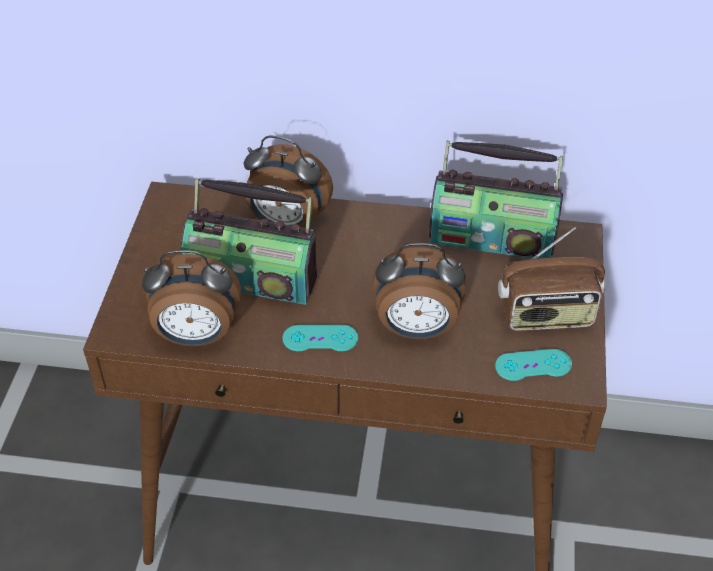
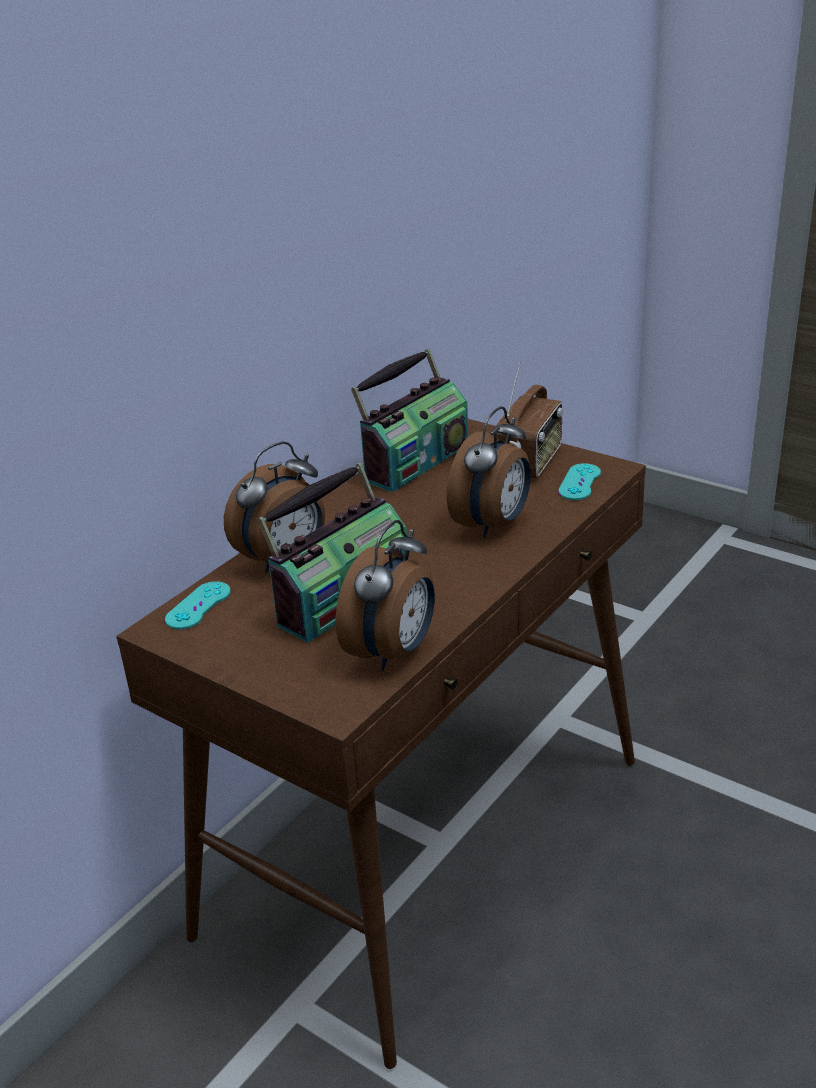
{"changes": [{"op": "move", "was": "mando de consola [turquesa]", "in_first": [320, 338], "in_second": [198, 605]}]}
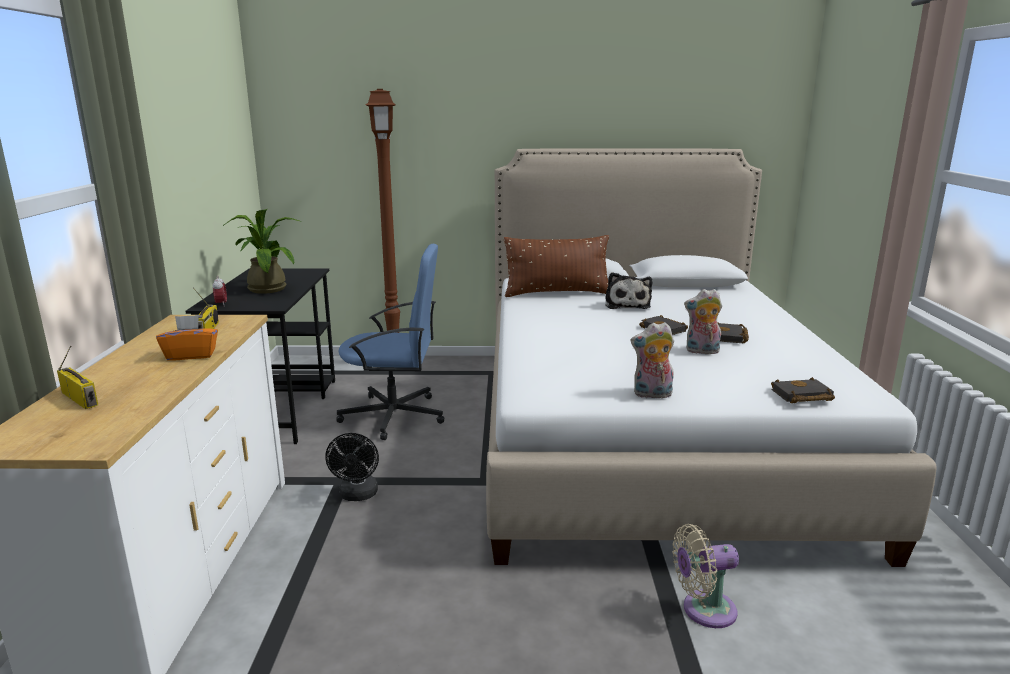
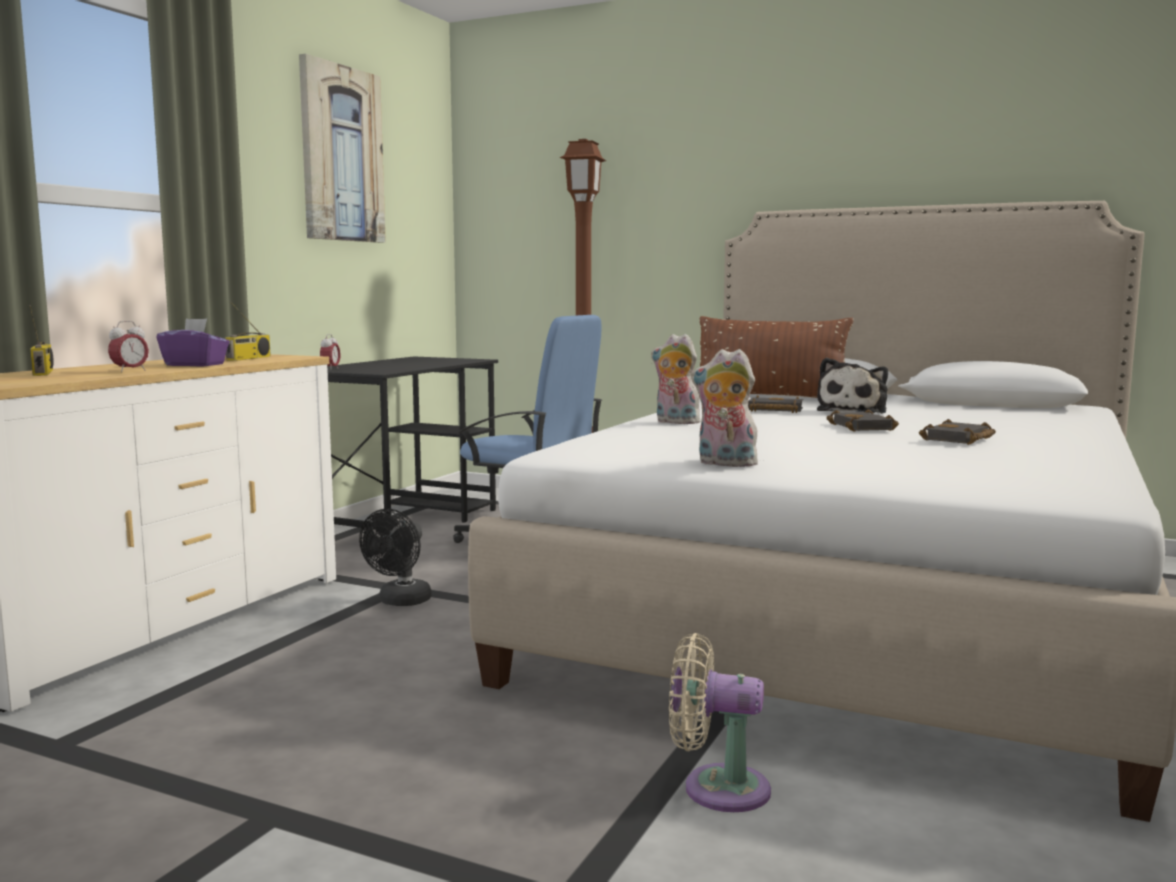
{"changes": [{"op": "insert", "now": "despertador", "in_second": [128, 347]}, {"op": "recolor", "was": "caja de pañuelos [naranja]", "now": "caja de pañuelos [morado]", "in_first": [187, 338], "in_second": [192, 343]}, {"op": "insert", "now": "cuadro", "in_second": [342, 148]}, {"op": "move", "was": "peluche", "in_first": [703, 321], "in_second": [675, 379]}, {"op": "move", "was": "libro [negro]", "in_first": [803, 390], "in_second": [775, 404]}, {"op": "delete", "was": "planta en maceta", "in_first": [262, 251]}]}
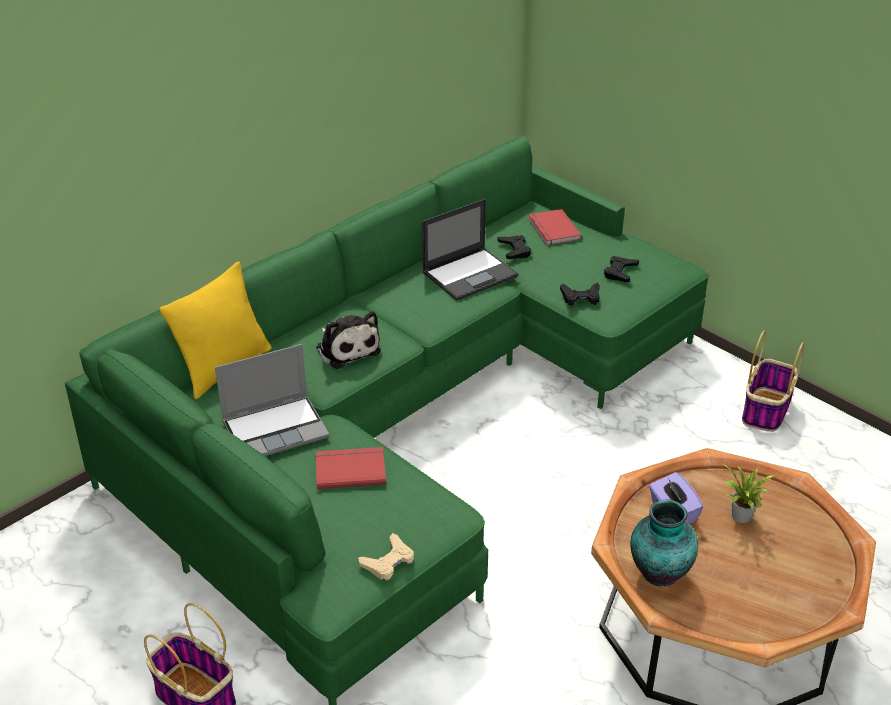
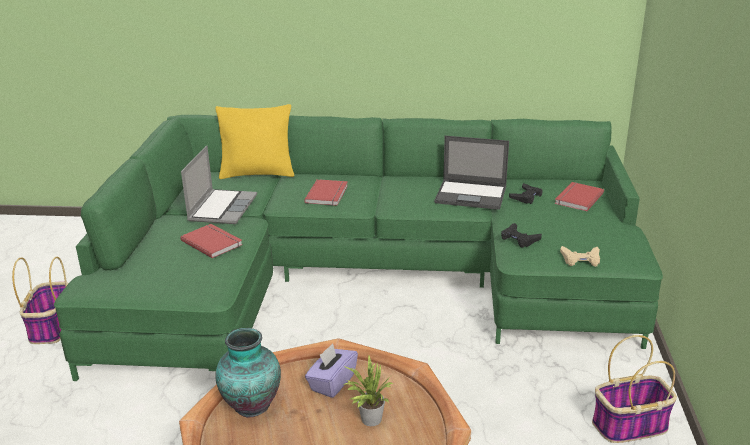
{"changes": [{"op": "rotate", "was": "portátil", "in_first": [272, 400], "in_second": [219, 184], "clockwise": -105}, {"op": "replace", "was": "peluche", "now": "libro [rojo]", "in_first": [348, 340], "in_second": [326, 192]}, {"op": "move", "was": "mando de consola [beis]", "in_first": [386, 556], "in_second": [580, 256]}, {"op": "delete", "was": "mando de consola [negro]", "in_first": [621, 269]}]}
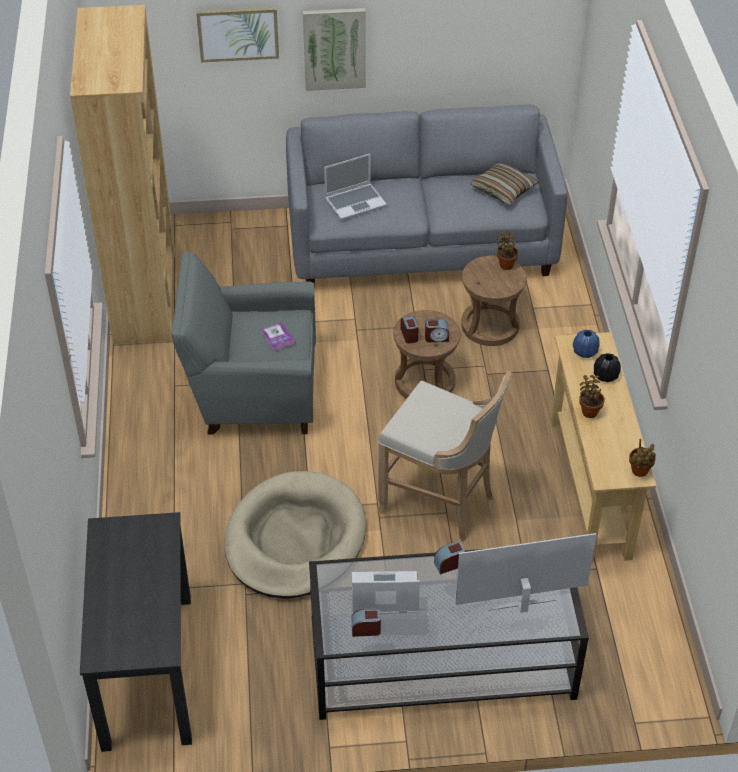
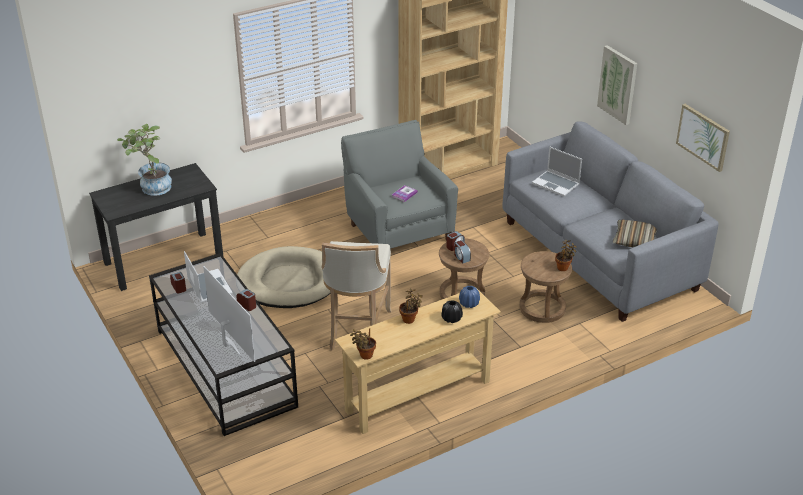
{"changes": [{"op": "insert", "now": "planta en maceta", "in_second": [144, 160]}, {"op": "move", "was": "cuadro", "in_first": [237, 34], "in_second": [703, 138]}]}
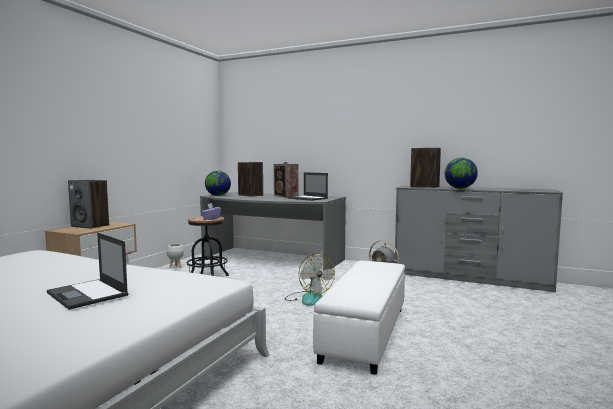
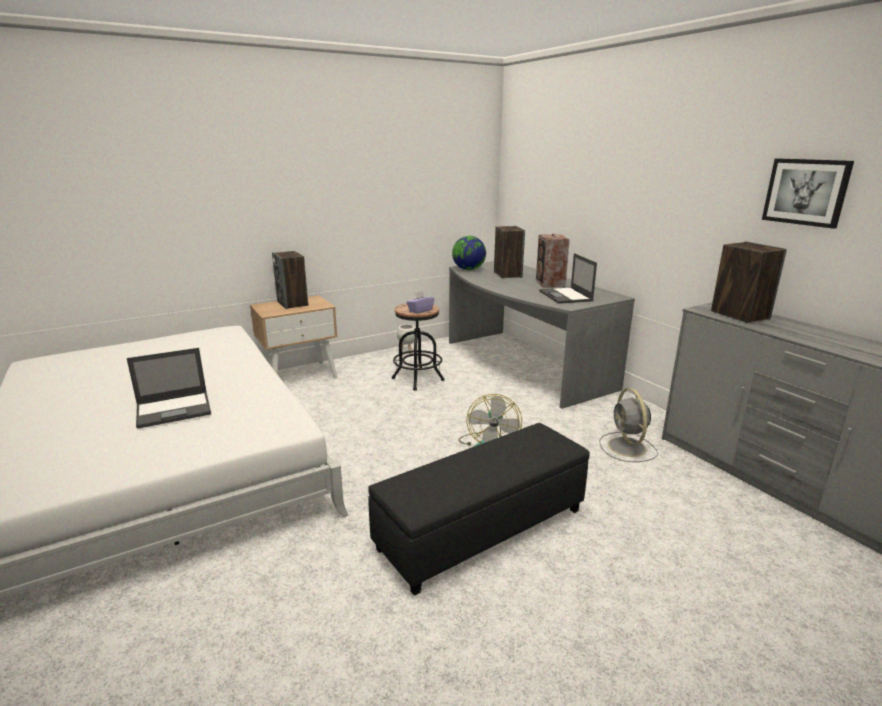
{"changes": [{"op": "rotate", "was": "portátil", "in_first": [87, 271], "in_second": [169, 388], "clockwise": -105}, {"op": "recolor", "was": "puf [blanco]", "now": "puf [negro]", "in_first": [359, 317], "in_second": [479, 509]}, {"op": "insert", "now": "cuadro", "in_second": [808, 193]}, {"op": "delete", "was": "globo terráqueo", "in_first": [461, 173]}]}
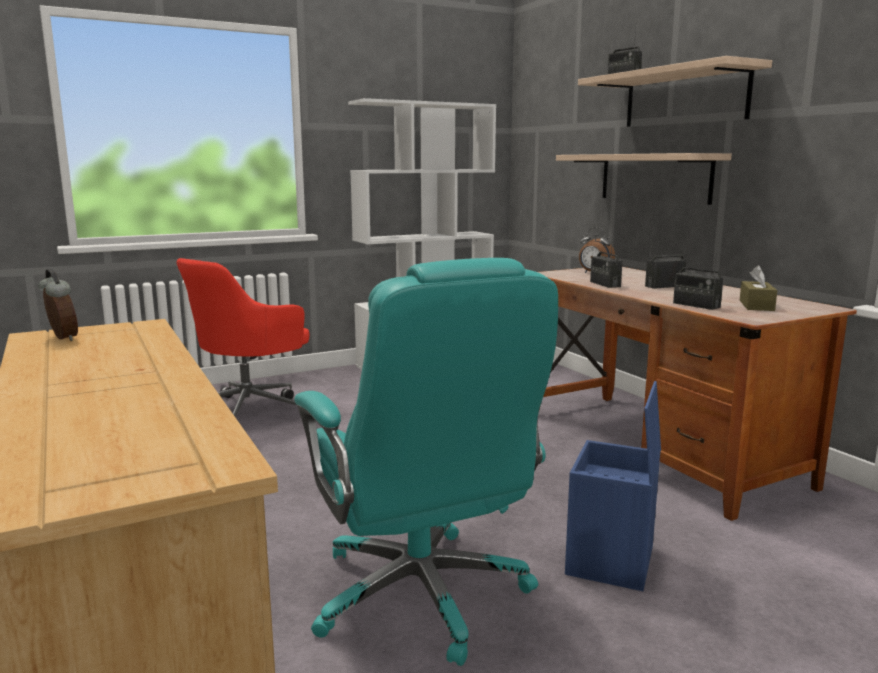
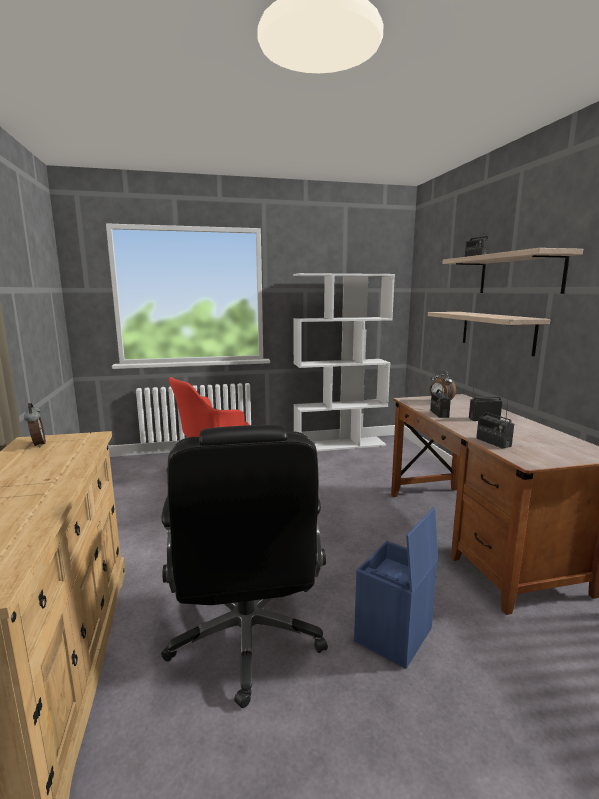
{"changes": [{"op": "recolor", "was": "silla de oficina [turquesa]", "now": "silla de oficina [negro]", "in_first": [426, 462], "in_second": [244, 566]}, {"op": "delete", "was": "caja de pañuelos [marrón]", "in_first": [758, 288]}]}
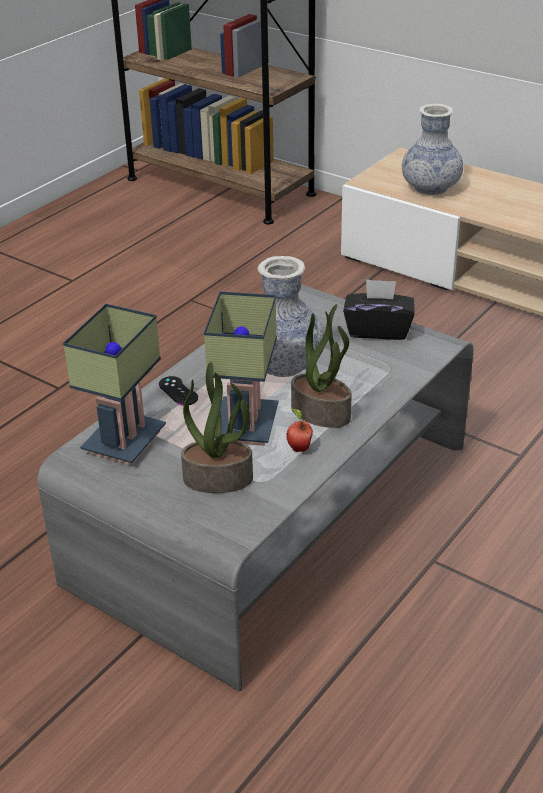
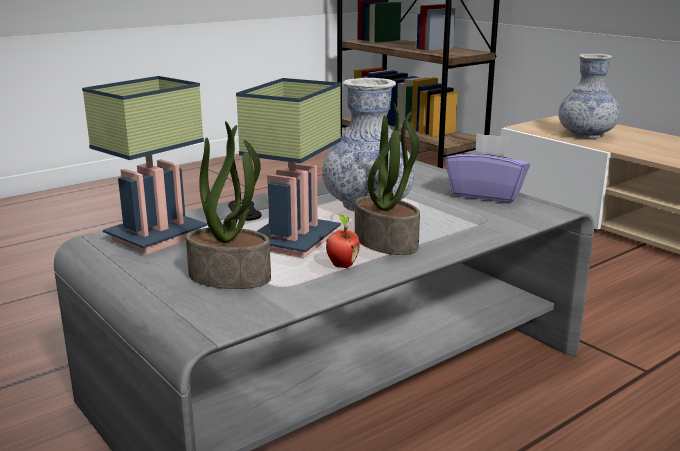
{"changes": [{"op": "recolor", "was": "caja de pañuelos [negro]", "now": "caja de pañuelos [morado]", "in_first": [379, 309], "in_second": [488, 167]}]}
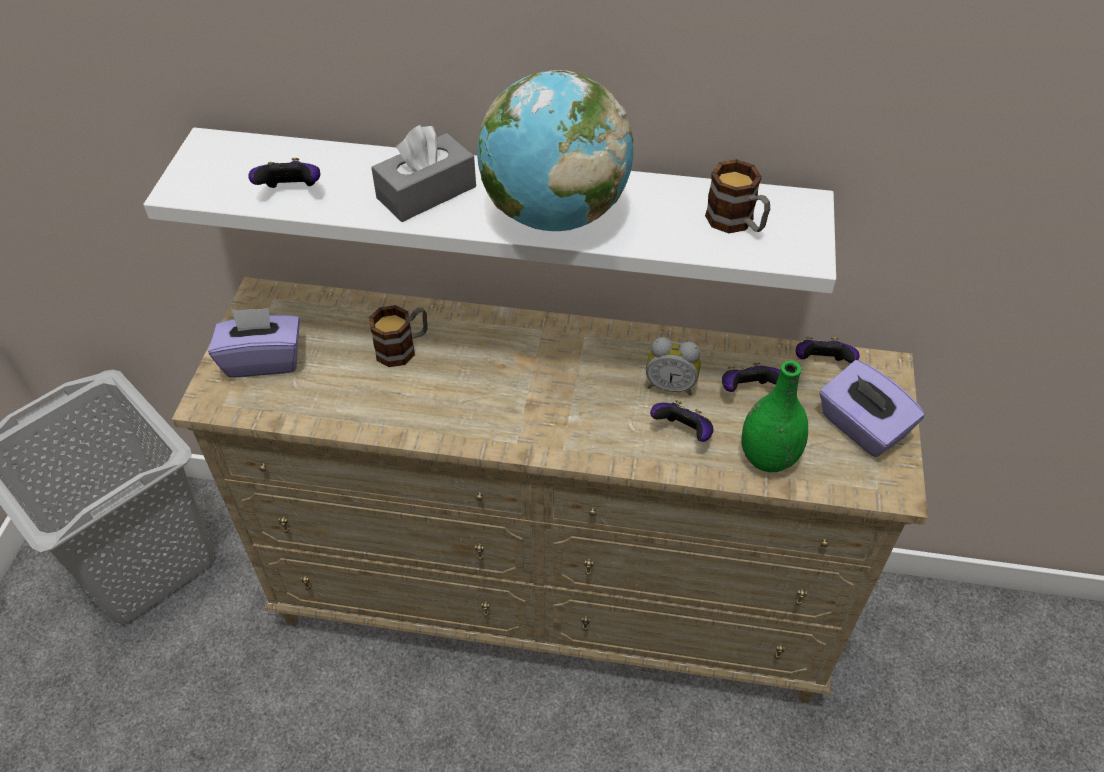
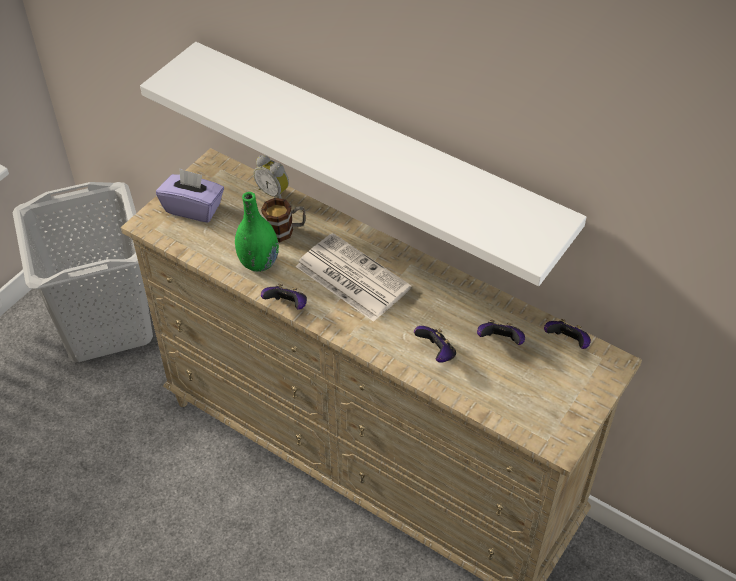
{"changes": [{"op": "move", "was": "florero [verde]", "in_first": [775, 416], "in_second": [257, 232]}, {"op": "move", "was": "despertador", "in_first": [673, 366], "in_second": [271, 177]}, {"op": "move", "was": "mando de consola", "in_first": [284, 173], "in_second": [284, 297]}, {"op": "insert", "now": "periódico", "in_second": [353, 277]}, {"op": "delete", "was": "caja de pañuelos [gris]", "in_first": [423, 173]}, {"op": "delete", "was": "globo terráqueo", "in_first": [555, 150]}, {"op": "delete", "was": "taza grande", "in_first": [737, 196]}, {"op": "delete", "was": "caja de pañuelos [morado]", "in_first": [872, 408]}]}
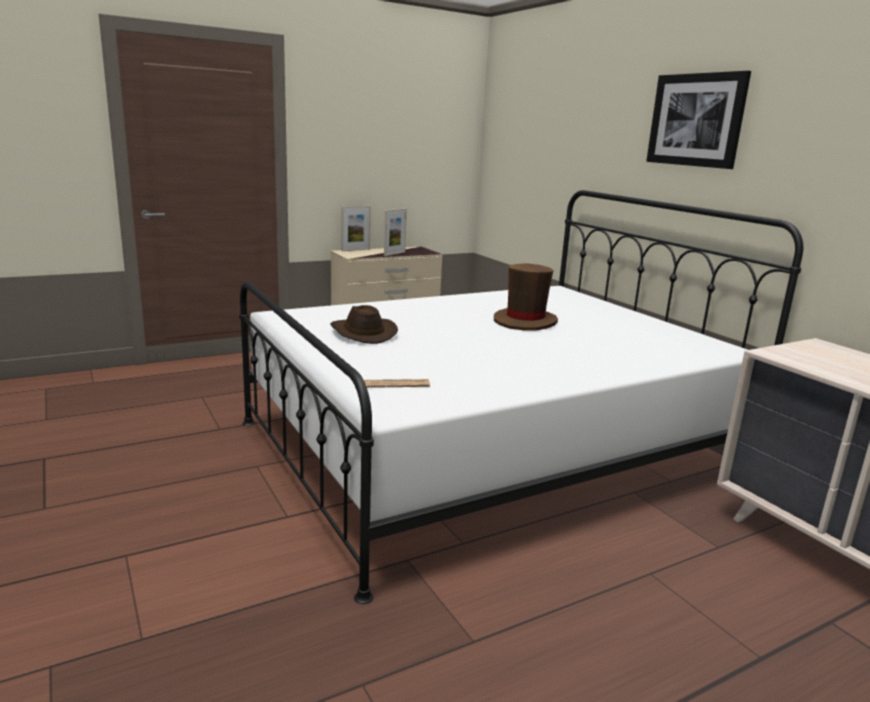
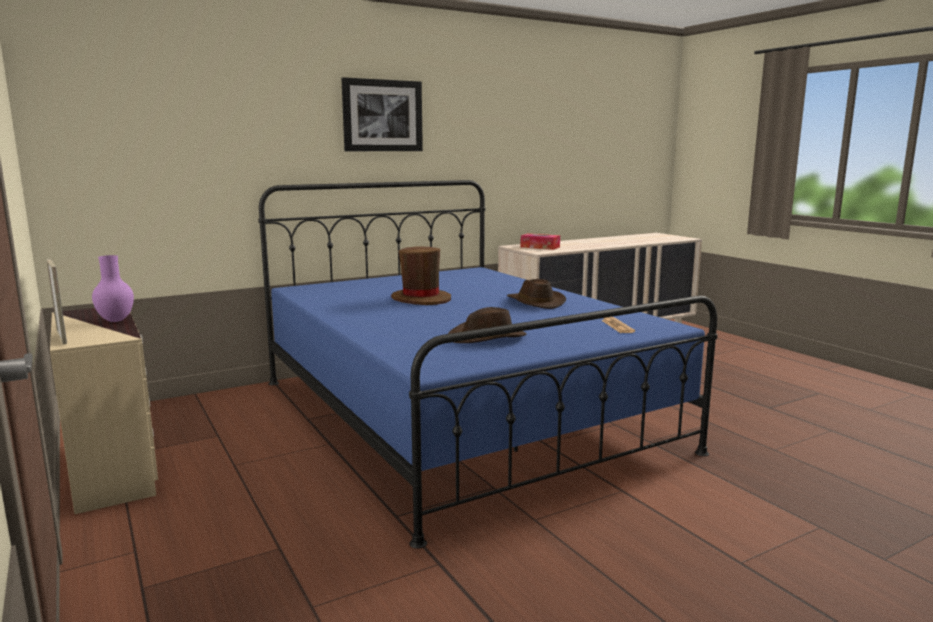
{"changes": [{"op": "replace", "was": "portarretratos", "now": "florero [morado]", "in_first": [395, 232], "in_second": [113, 288]}, {"op": "recolor", "was": "cama [blanco]", "now": "cama [azul]", "in_first": [521, 397], "in_second": [488, 364]}, {"op": "insert", "now": "sombrero [marrón]", "in_second": [536, 294]}, {"op": "insert", "now": "caja de pañuelos", "in_second": [540, 241]}]}
